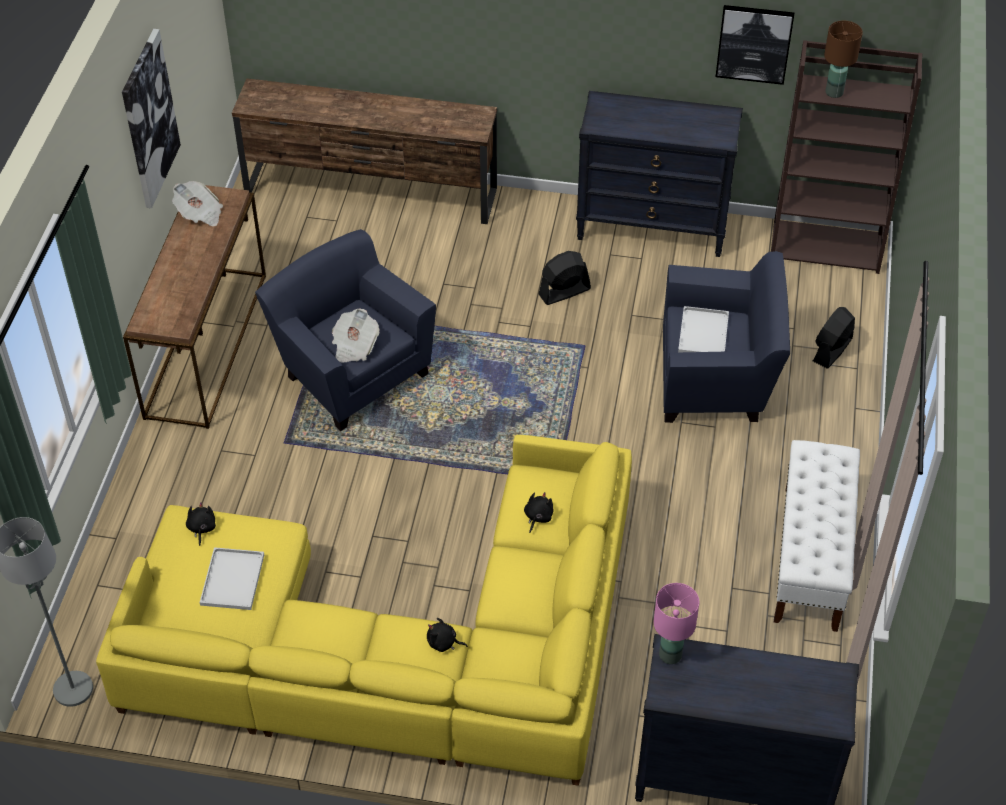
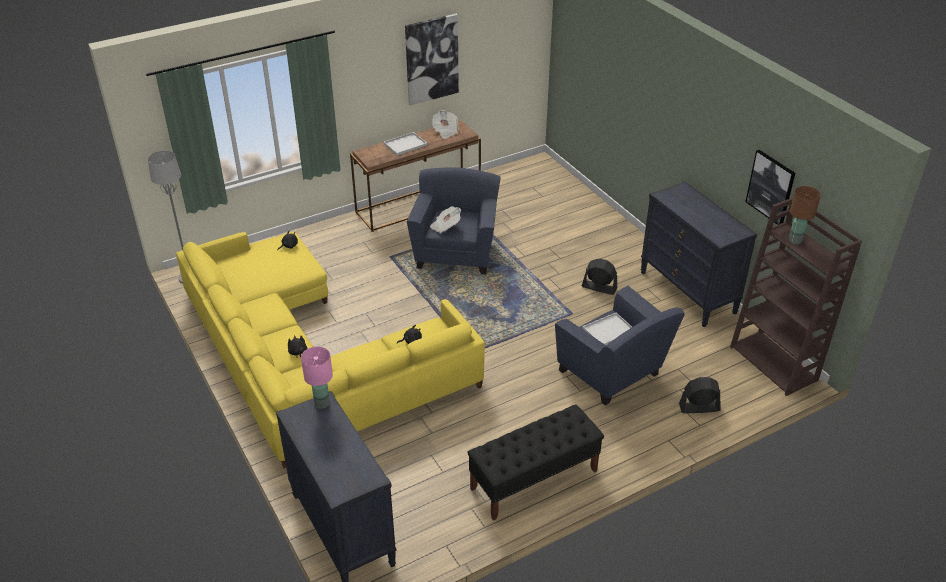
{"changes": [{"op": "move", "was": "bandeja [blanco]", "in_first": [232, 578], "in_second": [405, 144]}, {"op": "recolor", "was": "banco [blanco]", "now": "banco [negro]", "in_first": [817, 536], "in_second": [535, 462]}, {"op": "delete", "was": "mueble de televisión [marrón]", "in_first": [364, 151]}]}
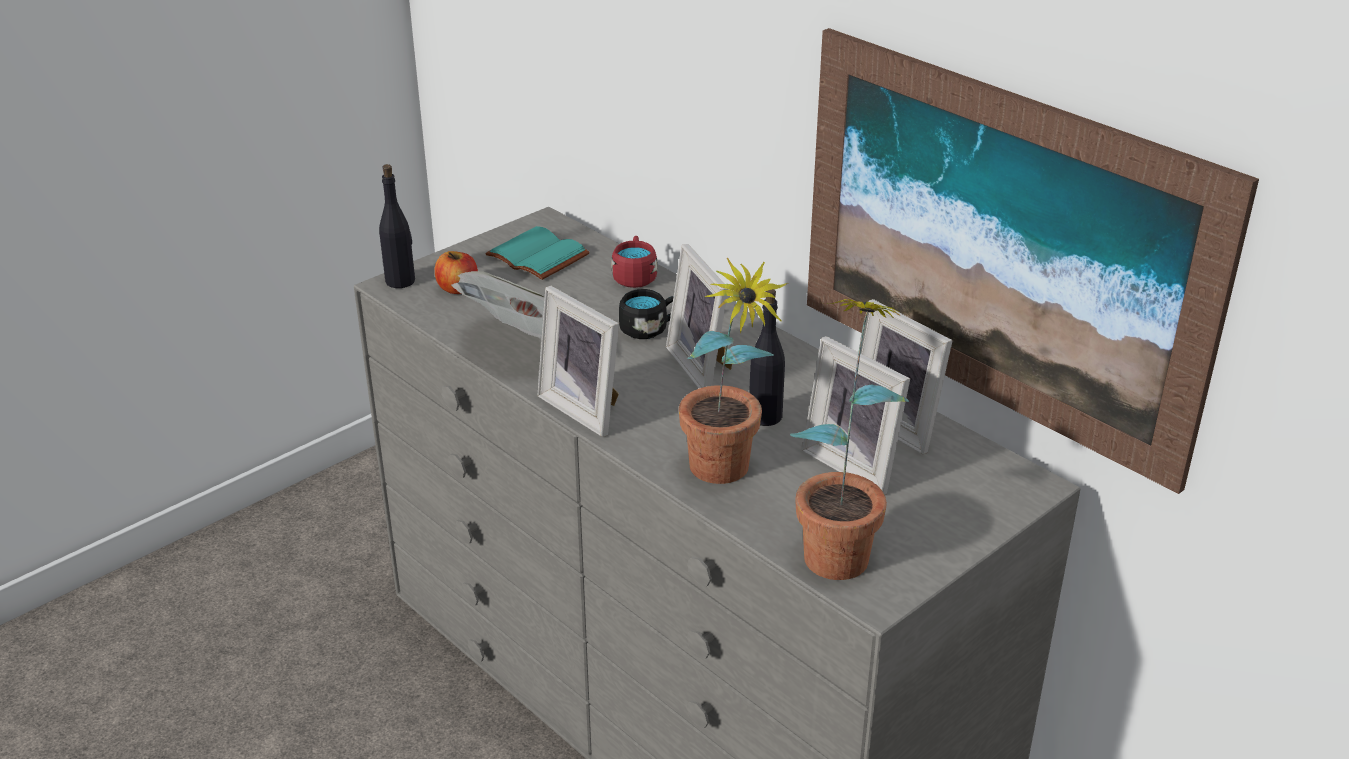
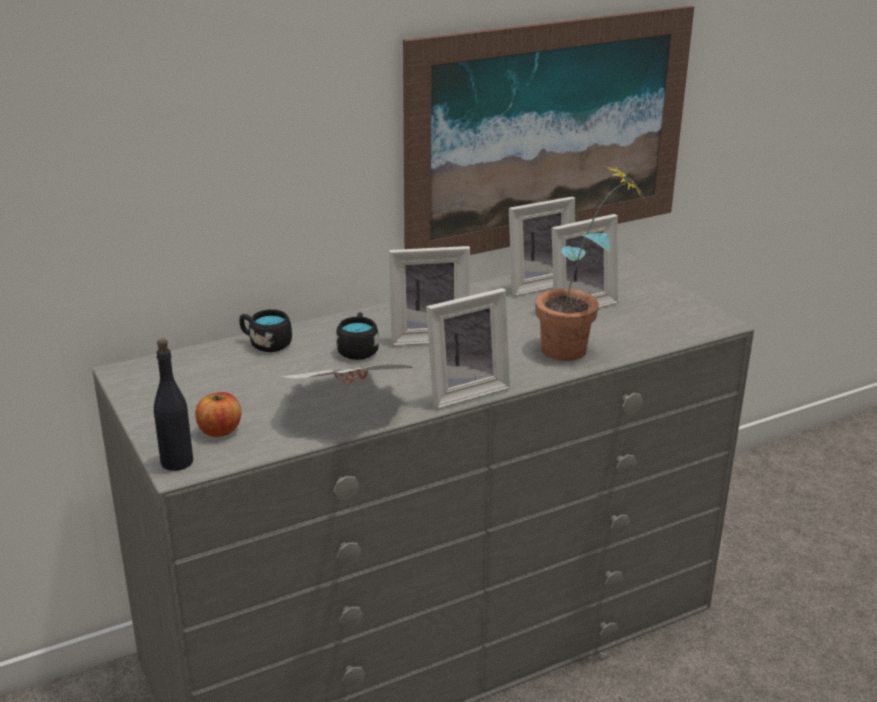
{"changes": [{"op": "recolor", "was": "taza grande [rojo]", "now": "taza grande [negro]", "in_first": [634, 262], "in_second": [265, 330]}, {"op": "delete", "was": "libro [turquesa]", "in_first": [537, 253]}, {"op": "delete", "was": "botella [negro]", "in_first": [767, 357]}, {"op": "delete", "was": "planta en maceta", "in_first": [849, 439]}]}
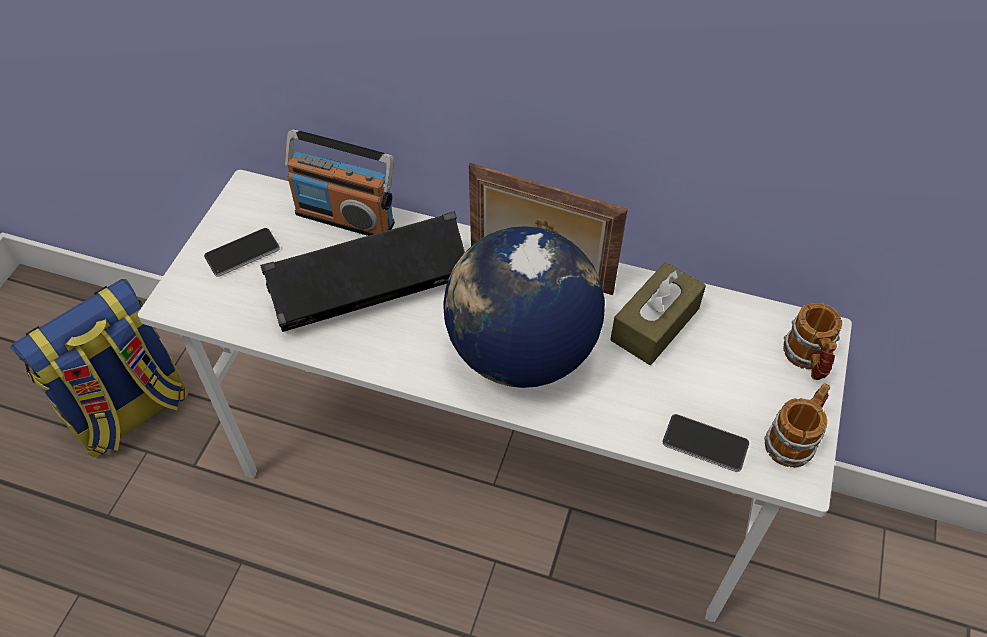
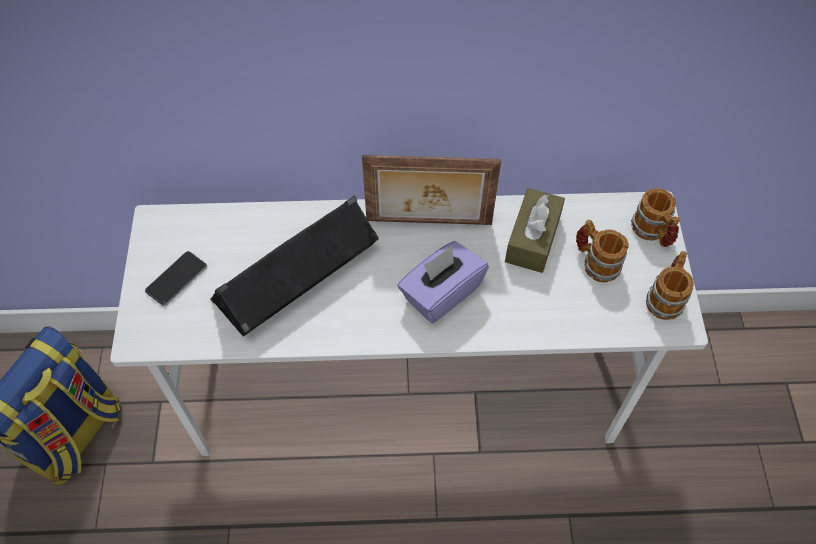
{"changes": [{"op": "replace", "was": "globo terráqueo", "now": "caja de pañuelos [morado]", "in_first": [524, 307], "in_second": [443, 282]}, {"op": "insert", "now": "taza grande", "in_second": [602, 251]}, {"op": "delete", "was": "radio", "in_first": [340, 182]}, {"op": "delete", "was": "móvil", "in_first": [706, 443]}]}
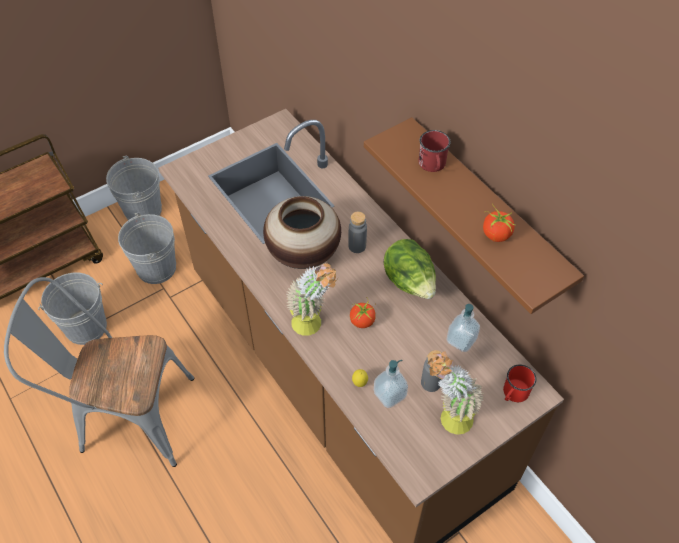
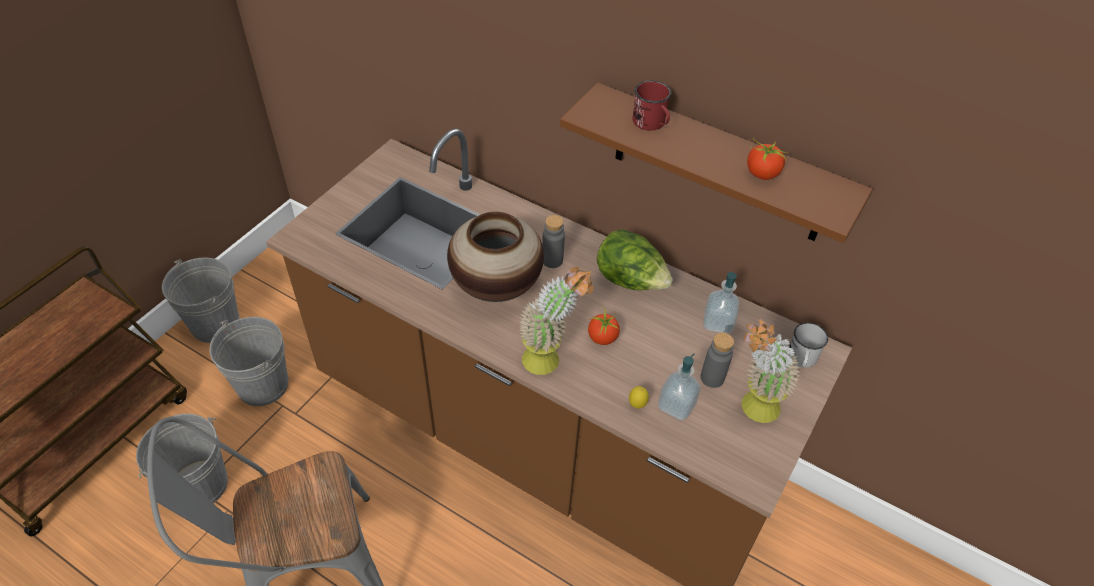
{"changes": [{"op": "recolor", "was": "taza grande [rojo]", "now": "taza grande [blanco]", "in_first": [520, 383], "in_second": [808, 345]}]}
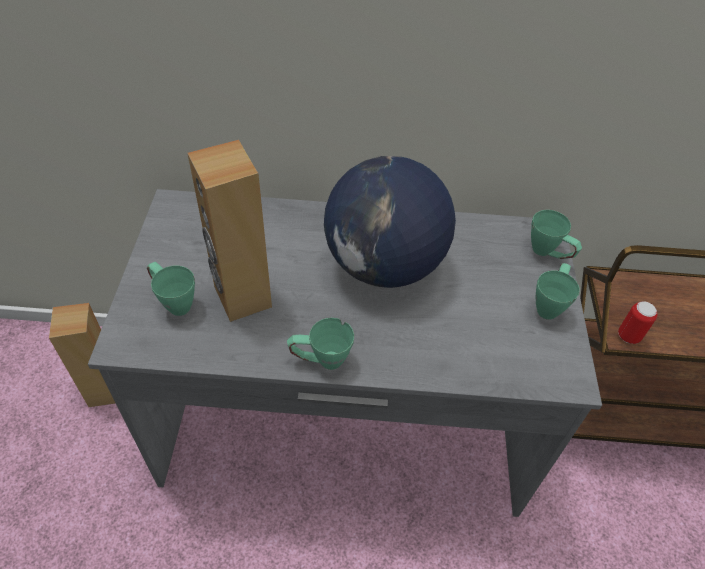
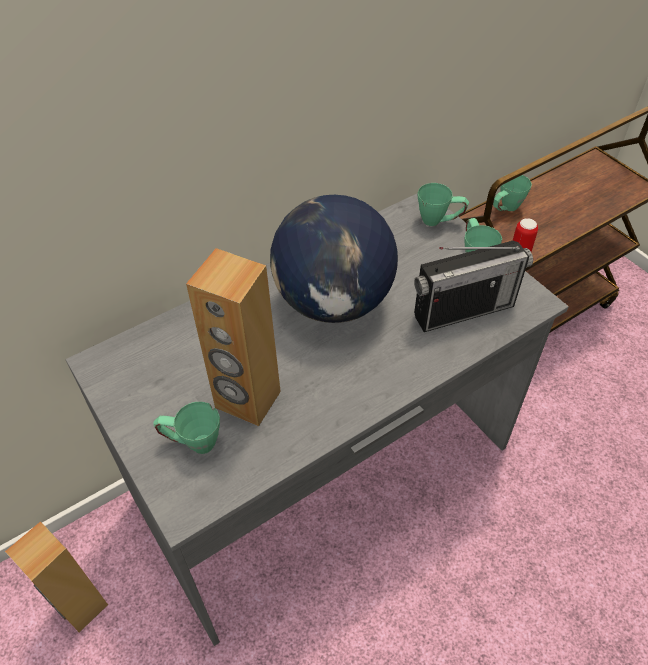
{"changes": [{"op": "insert", "now": "radio", "in_second": [473, 286]}, {"op": "move", "was": "taza grande [verde]", "in_first": [320, 344], "in_second": [512, 192]}]}
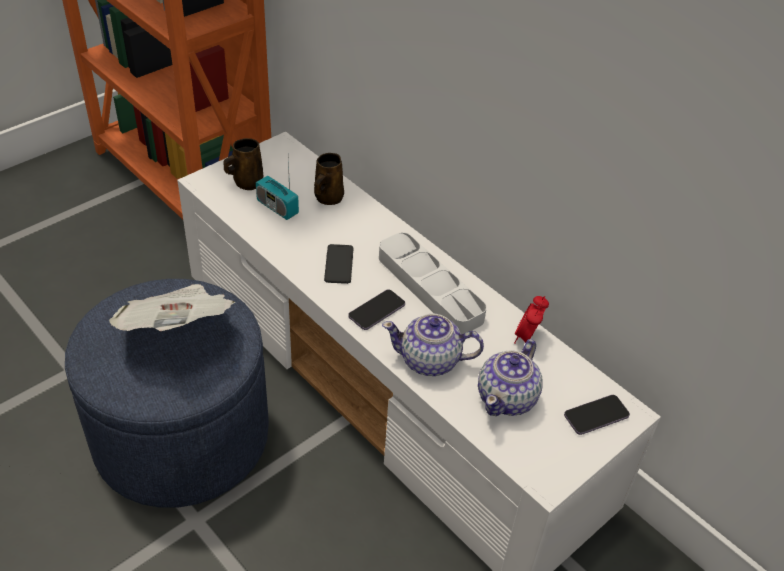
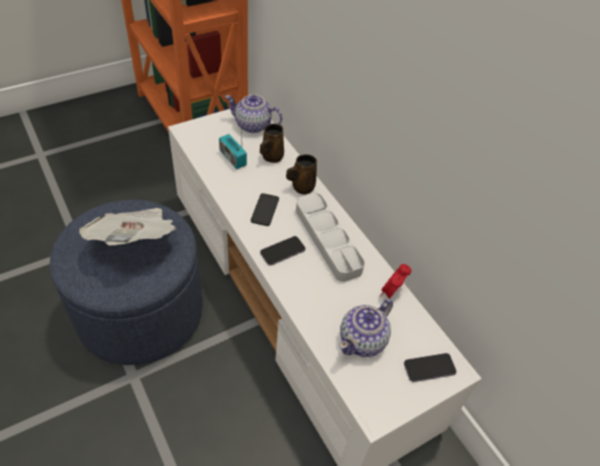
{"changes": [{"op": "move", "was": "tetera", "in_first": [433, 345], "in_second": [254, 114]}, {"op": "move", "was": "taza grande [marrón]", "in_first": [243, 164], "in_second": [301, 174]}]}
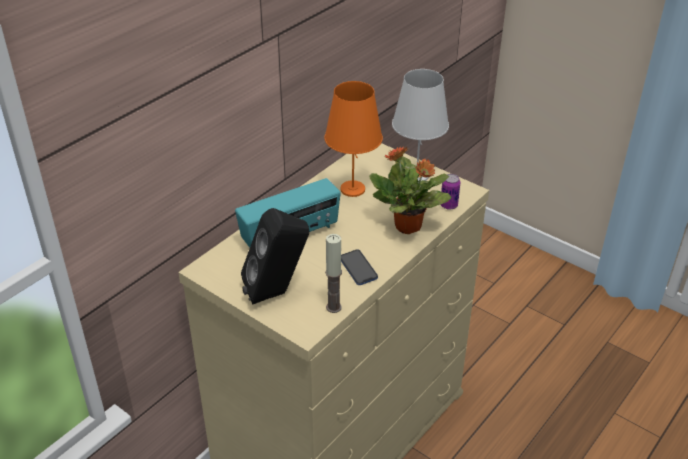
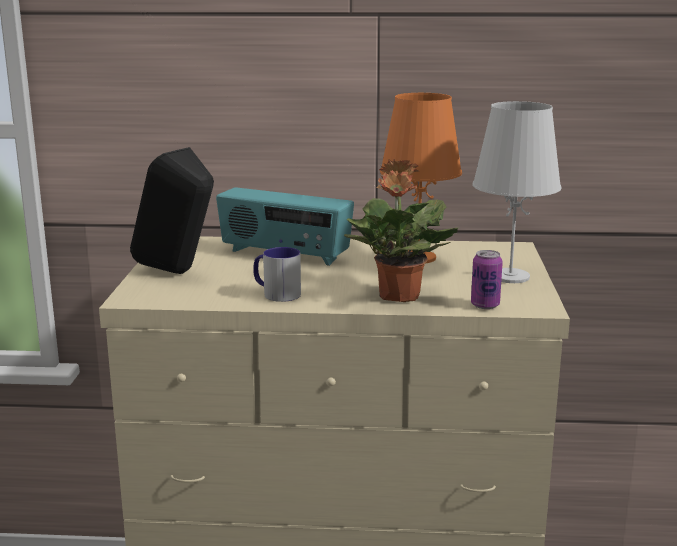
{"changes": [{"op": "replace", "was": "móvil", "now": "taza grande", "in_first": [359, 267], "in_second": [277, 274]}, {"op": "delete", "was": "vela", "in_first": [333, 273]}]}
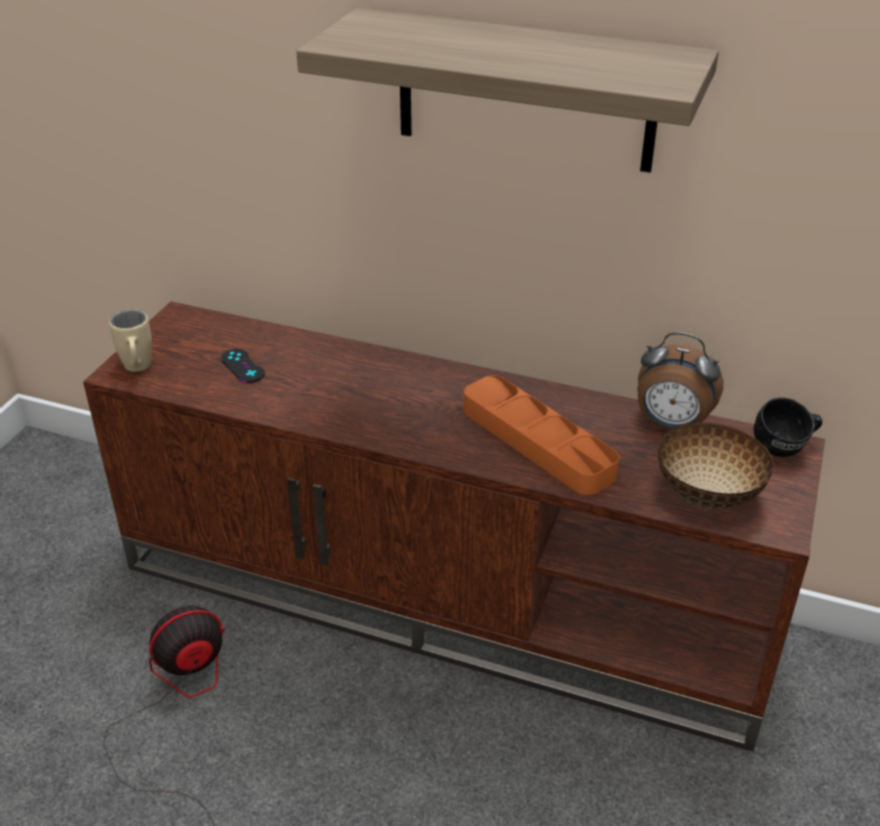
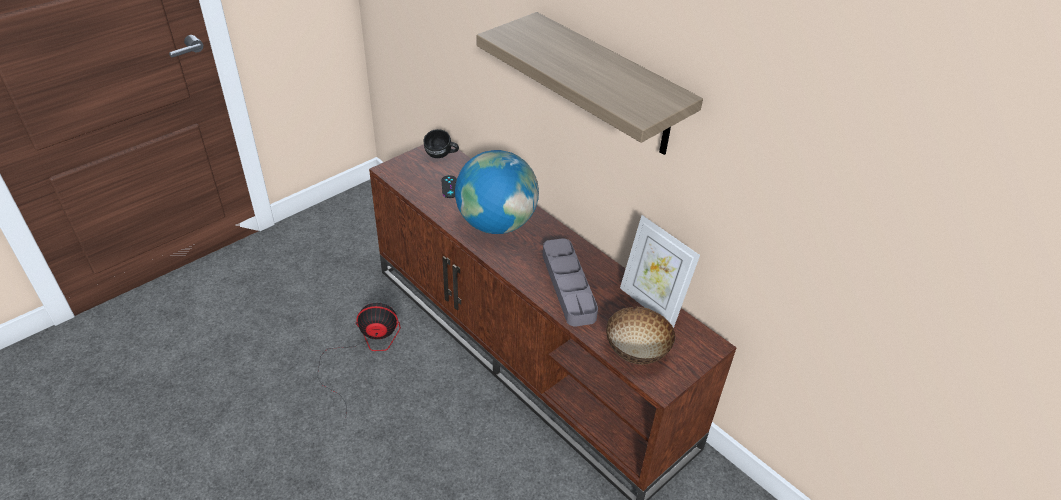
{"changes": [{"op": "move", "was": "taza grande [negro]", "in_first": [788, 427], "in_second": [441, 143]}, {"op": "insert", "now": "globo terráqueo", "in_second": [497, 192]}, {"op": "recolor", "was": "bandeja [naranja]", "now": "bandeja [gris]", "in_first": [542, 435], "in_second": [570, 282]}, {"op": "replace", "was": "despertador", "now": "portarretratos", "in_first": [680, 381], "in_second": [660, 271]}, {"op": "delete", "was": "taza grande [beis]", "in_first": [130, 341]}]}
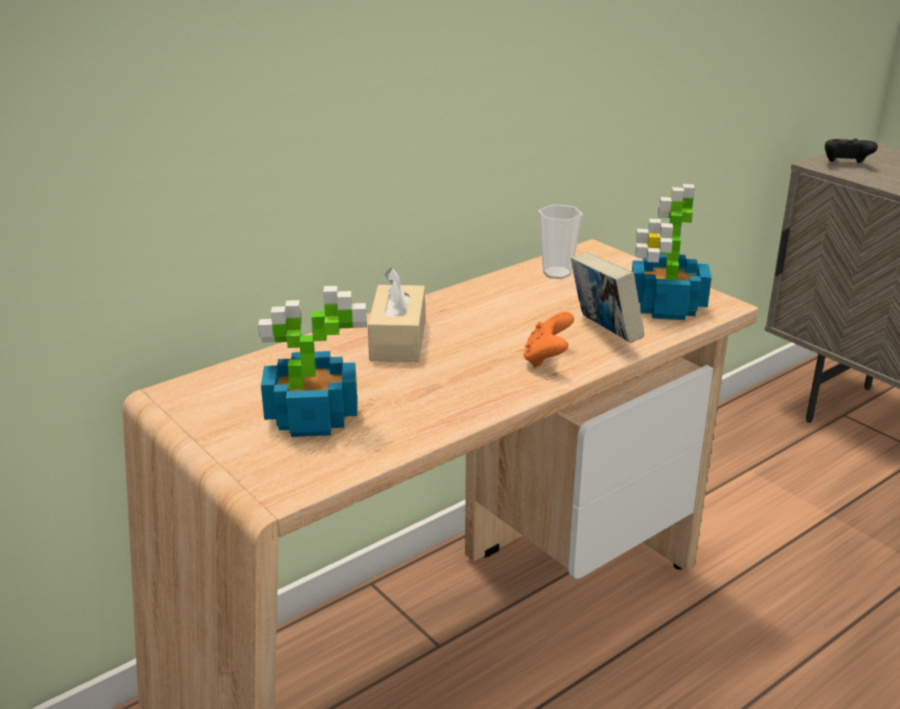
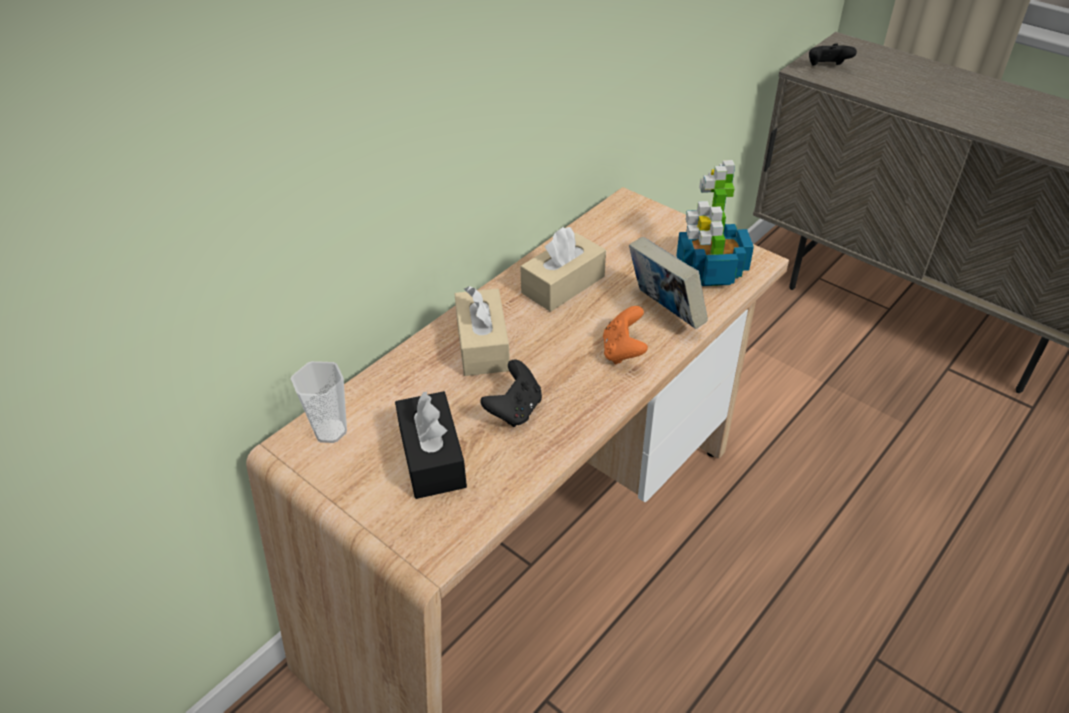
{"changes": [{"op": "move", "was": "taza", "in_first": [560, 241], "in_second": [319, 402]}, {"op": "replace", "was": "planta en maceta", "now": "caja de pañuelos [negro]", "in_first": [312, 361], "in_second": [431, 445]}, {"op": "insert", "now": "mando de consola [negro]", "in_second": [511, 393]}, {"op": "insert", "now": "caja de pañuelos [beis]", "in_second": [563, 269]}]}
